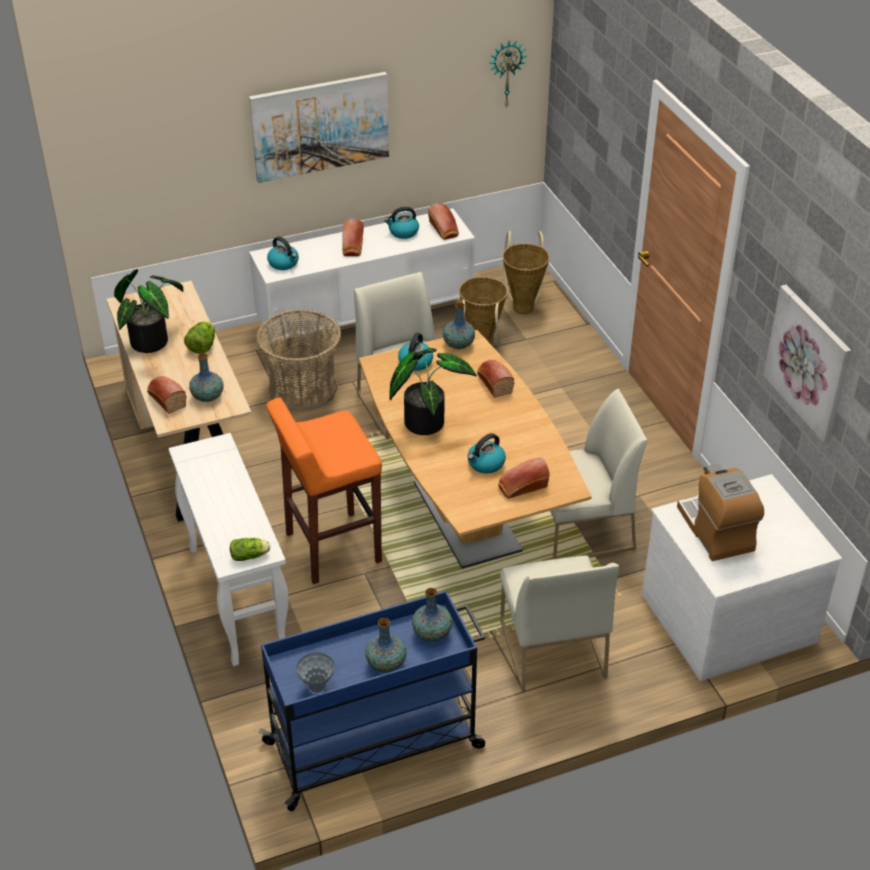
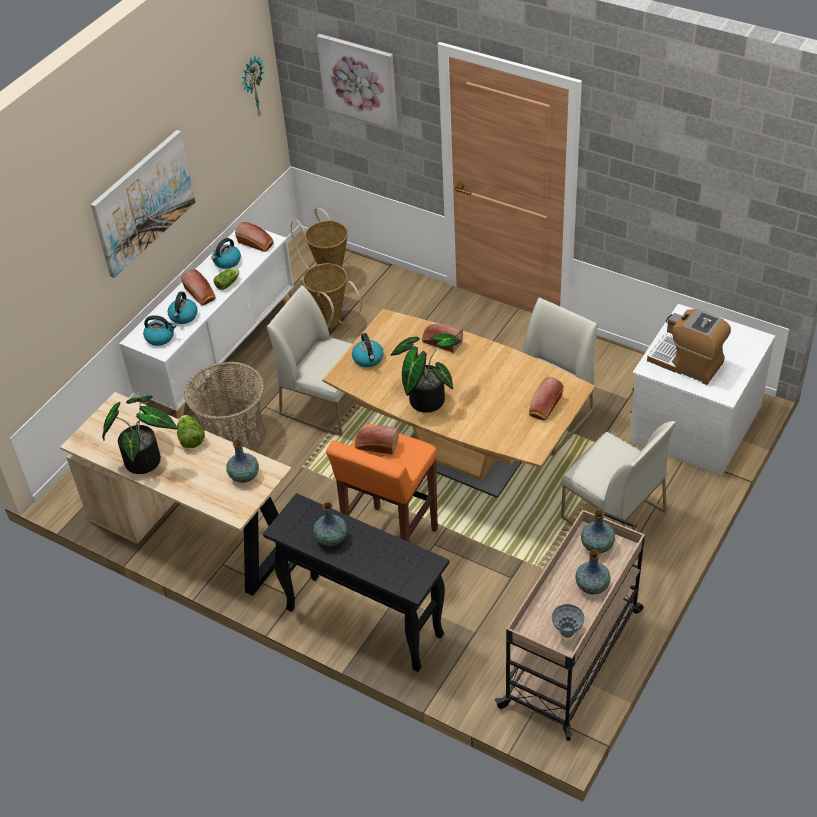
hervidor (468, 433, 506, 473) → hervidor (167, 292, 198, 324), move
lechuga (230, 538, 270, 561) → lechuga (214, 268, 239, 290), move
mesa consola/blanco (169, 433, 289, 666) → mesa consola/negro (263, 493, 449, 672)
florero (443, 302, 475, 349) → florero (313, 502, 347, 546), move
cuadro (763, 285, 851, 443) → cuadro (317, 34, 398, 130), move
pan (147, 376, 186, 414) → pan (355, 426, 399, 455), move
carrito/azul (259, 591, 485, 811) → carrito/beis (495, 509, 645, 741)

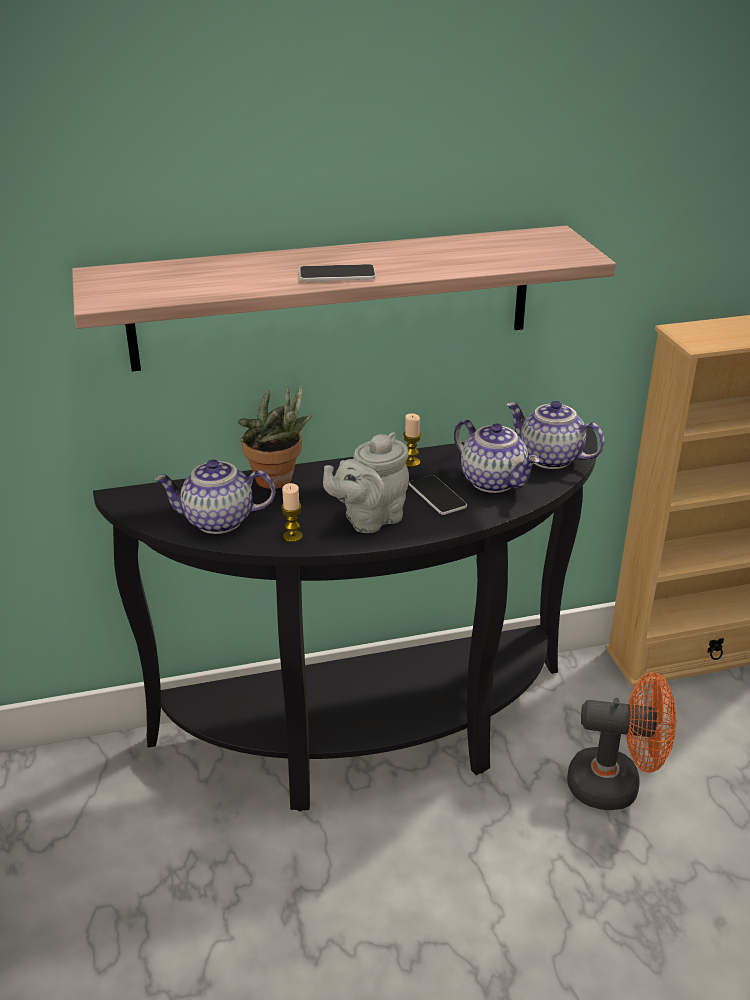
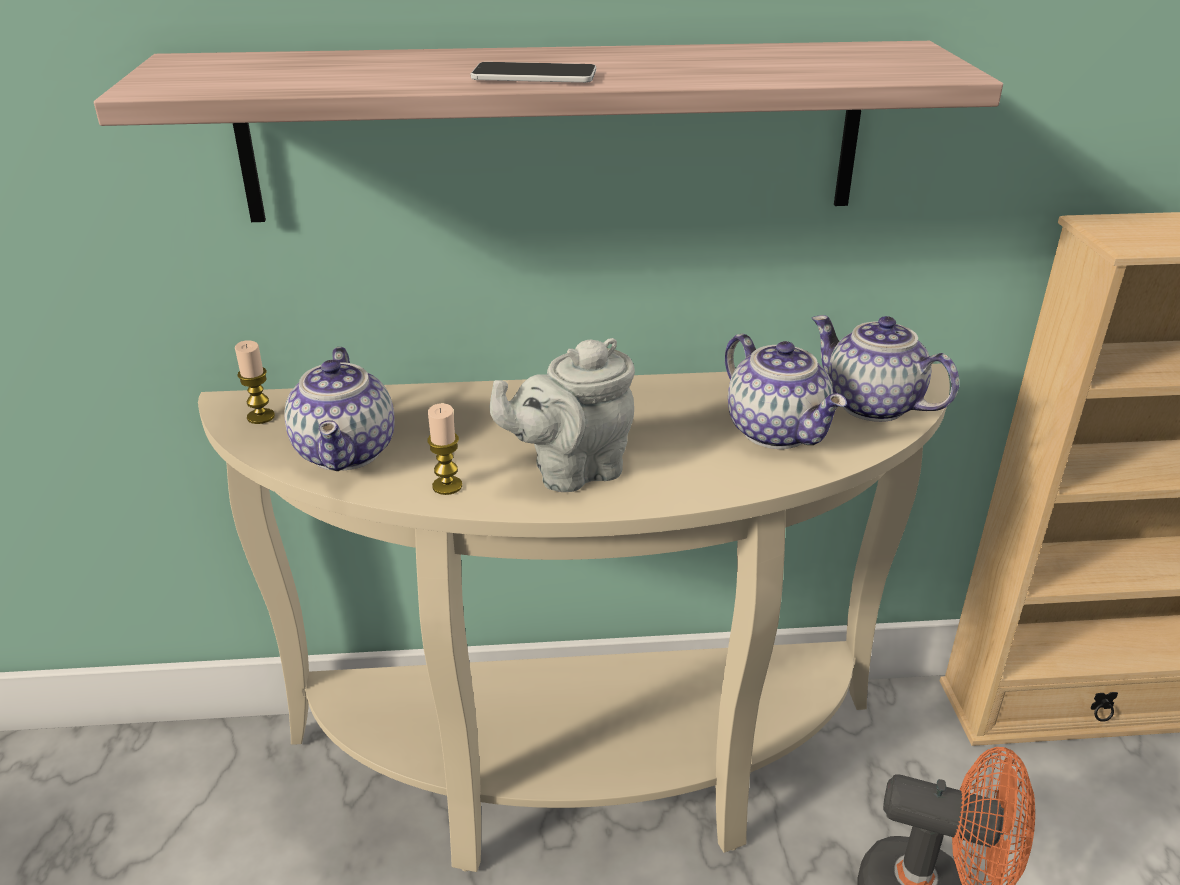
mesa consola/negro (93, 428, 598, 811) → mesa consola/beis (198, 363, 950, 872)
vela (403, 413, 421, 467) → vela (235, 340, 275, 424), move
tetera (154, 459, 275, 534) → tetera (284, 347, 394, 471), 105 degrees counterclockwise
planta en maceta (238, 385, 313, 489) → -
móvil (409, 475, 467, 515) → -

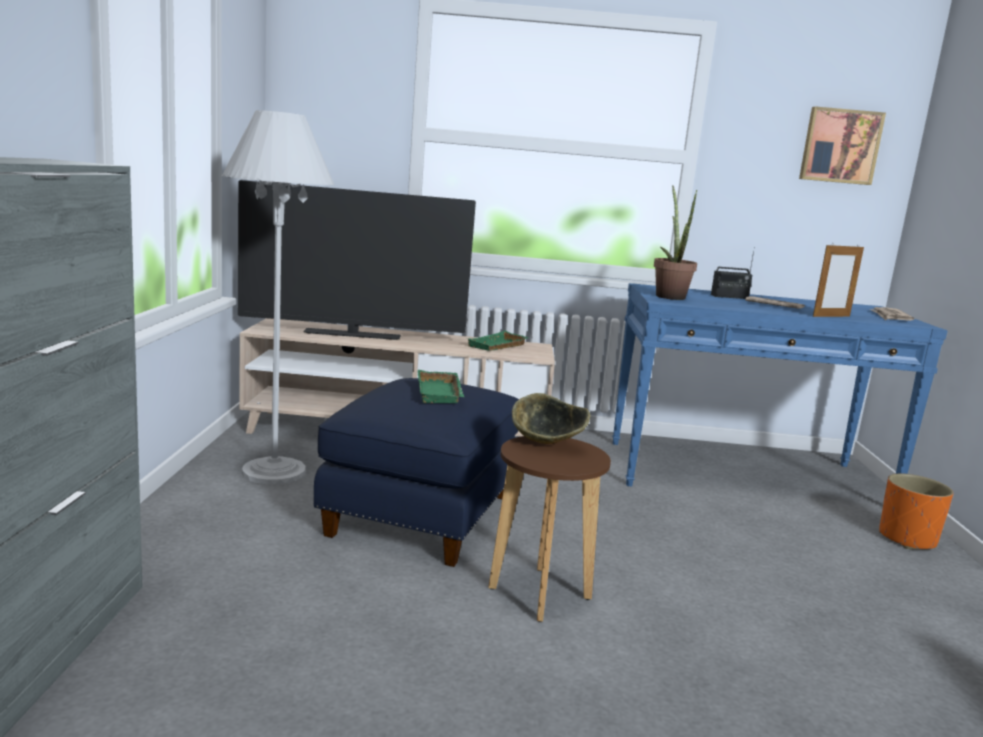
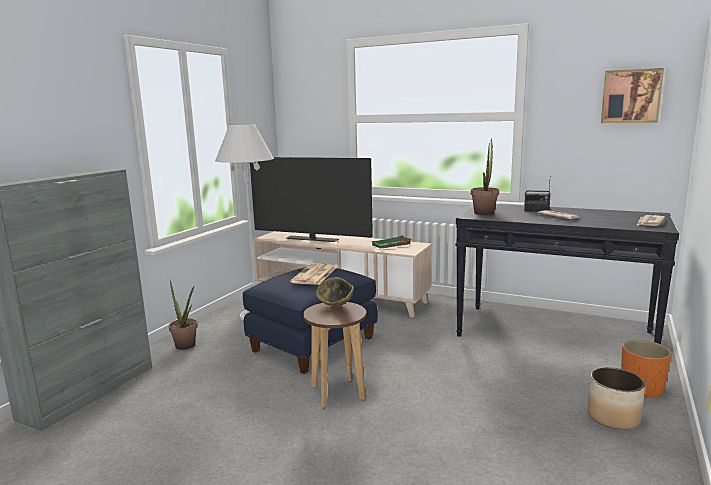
- → planta en maceta (169, 281, 199, 350)
bandeja/verde (418, 370, 464, 403) → periódico (290, 263, 336, 285)
mesa consola/azul (612, 283, 948, 486) → mesa consola/negro (456, 204, 679, 344)
- → maceta (587, 367, 645, 429)
portarretratos (813, 243, 864, 317) → -

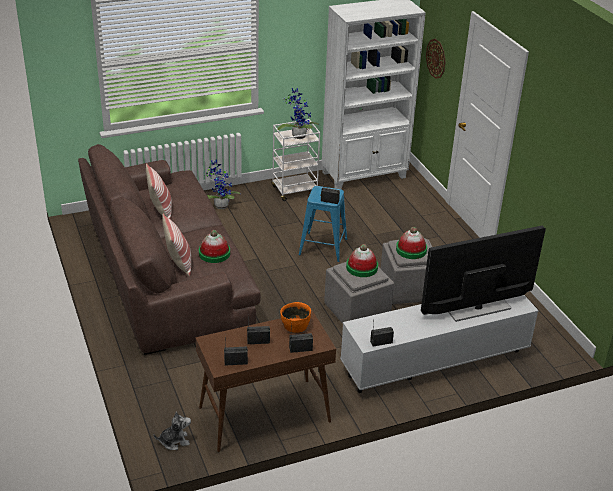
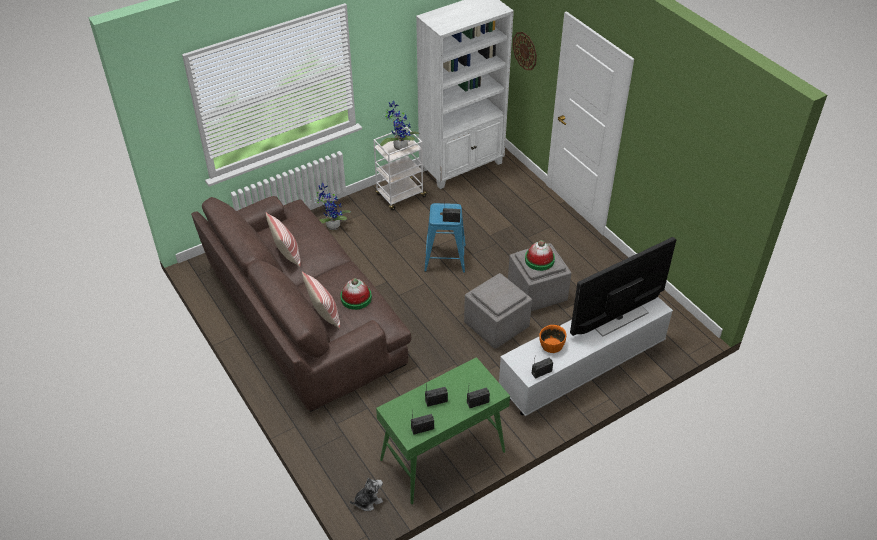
mesa consola/marrón (195, 311, 336, 452) → mesa consola/verde (376, 357, 510, 504)
cuenco/naranja (280, 302, 311, 333) → cuenco/naranja (539, 325, 567, 353), move
sombrero (346, 244, 378, 277) → -

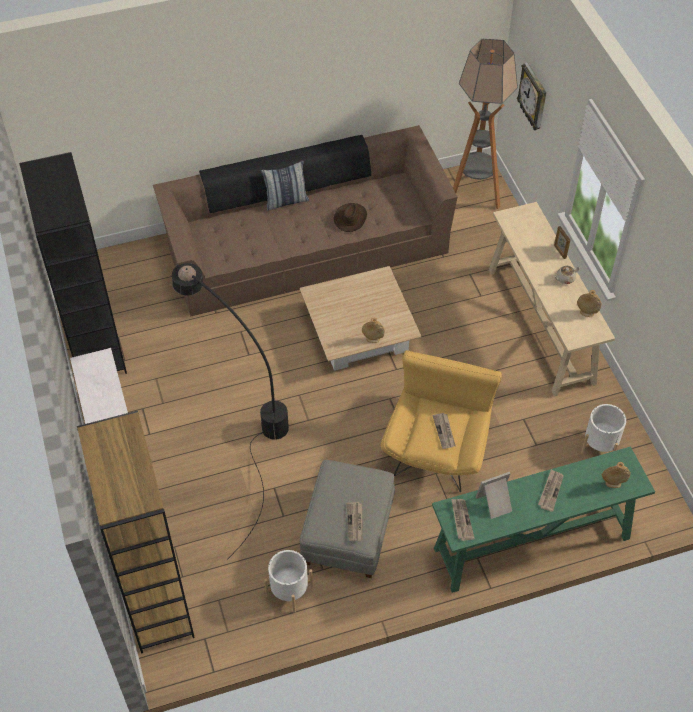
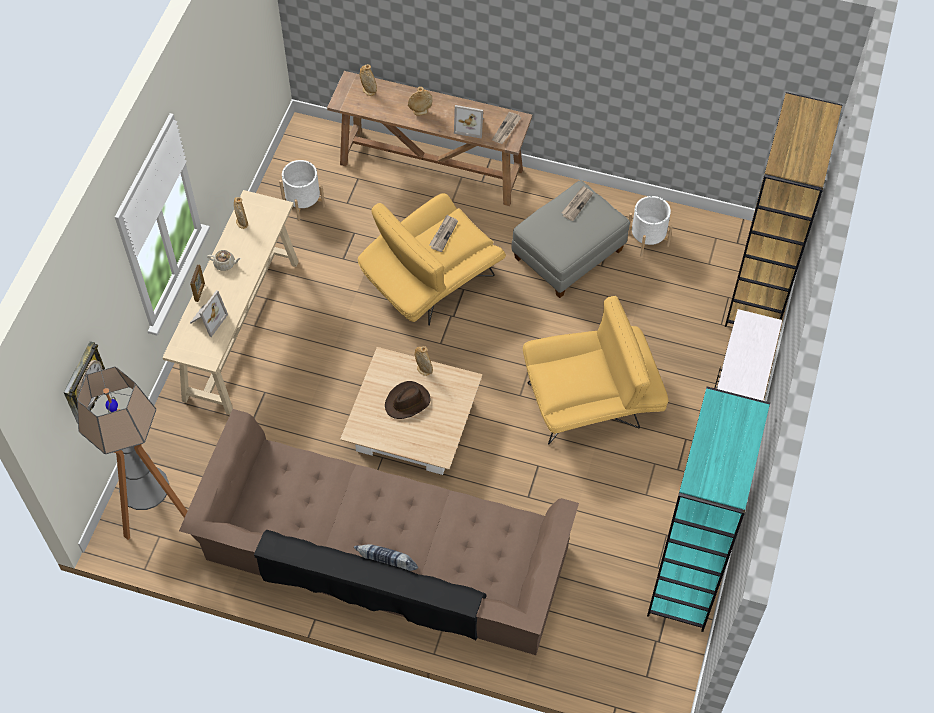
- → portarretratos (190, 290, 228, 337)
mesa consola/verde (432, 446, 655, 593) → mesa consola/marrón (327, 71, 532, 206)
sombrero/marrón (334, 203, 367, 232) → sombrero/marrón (385, 381, 430, 419), move
periódico (538, 469, 564, 512) → florero/beis (408, 87, 433, 116)
lámpara de pie/negro (172, 263, 289, 560) → sillón/amarillo (523, 296, 668, 444)
estantería/negro (19, 152, 127, 374) → estantería/turquesa (647, 387, 770, 632)

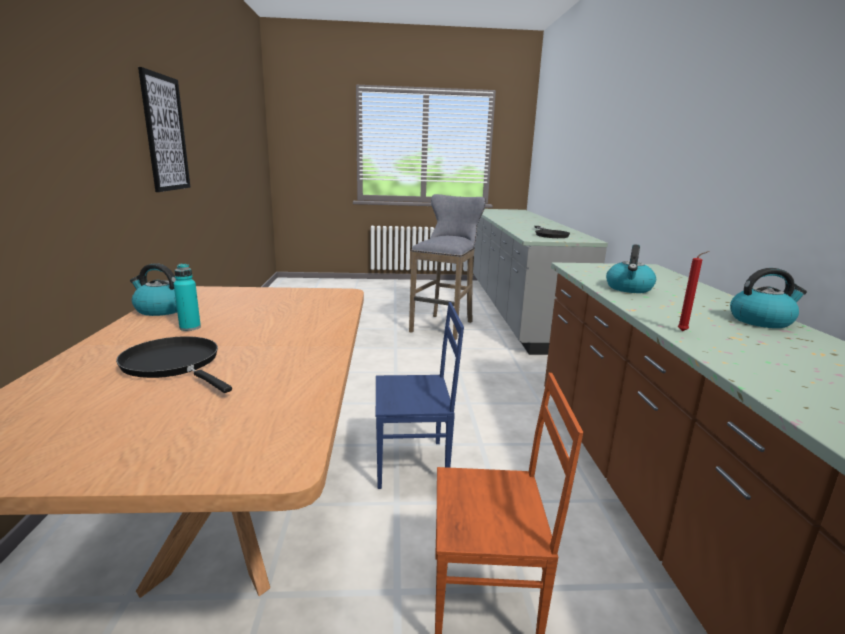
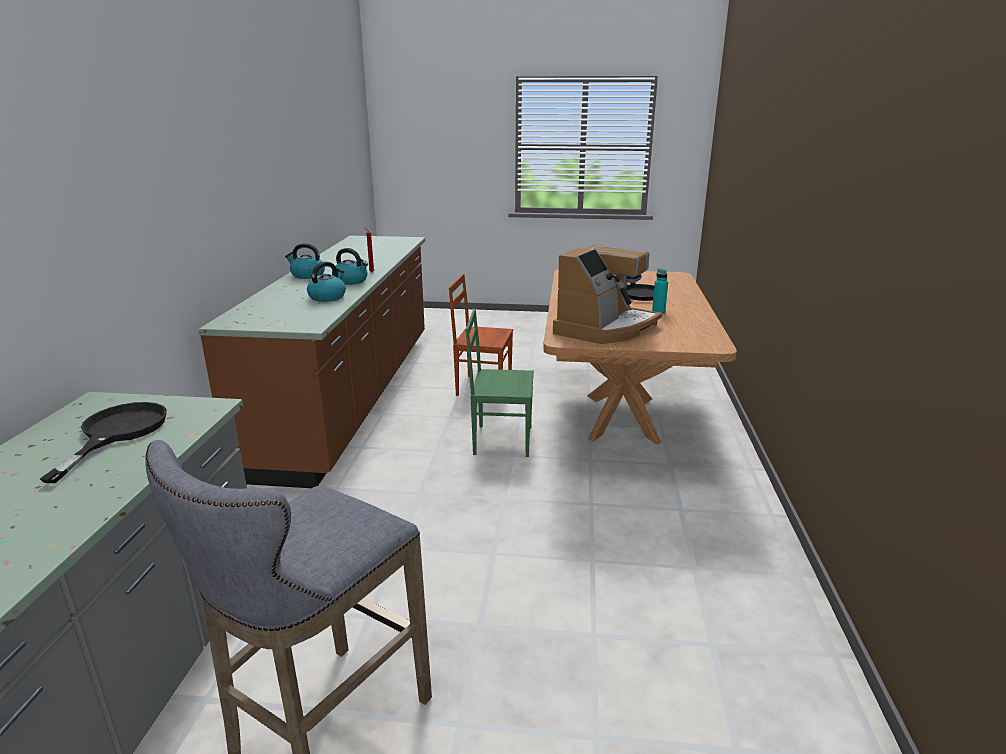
hervidor (130, 263, 177, 316) → hervidor (332, 248, 368, 285), move
silla/azul (376, 302, 464, 489) → silla/verde (466, 309, 534, 457)
- → cafetera (553, 244, 662, 344)
cuadro (138, 67, 190, 192) → -

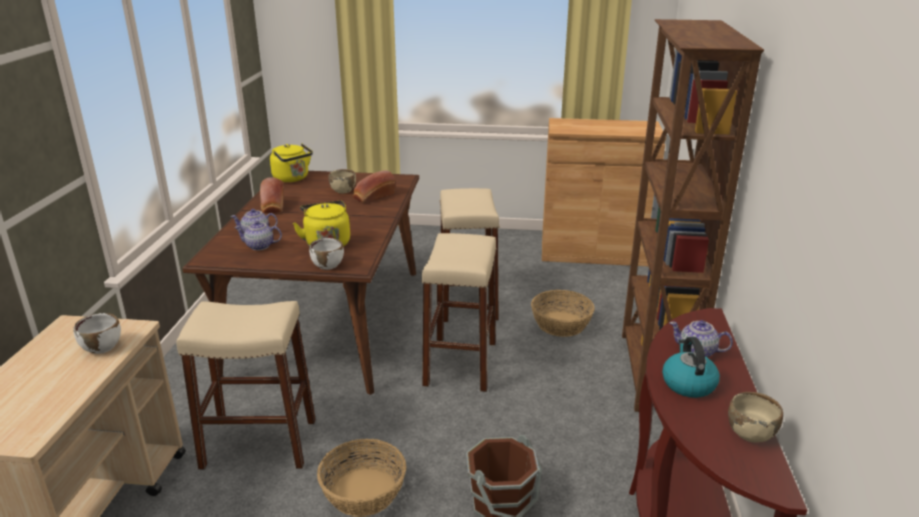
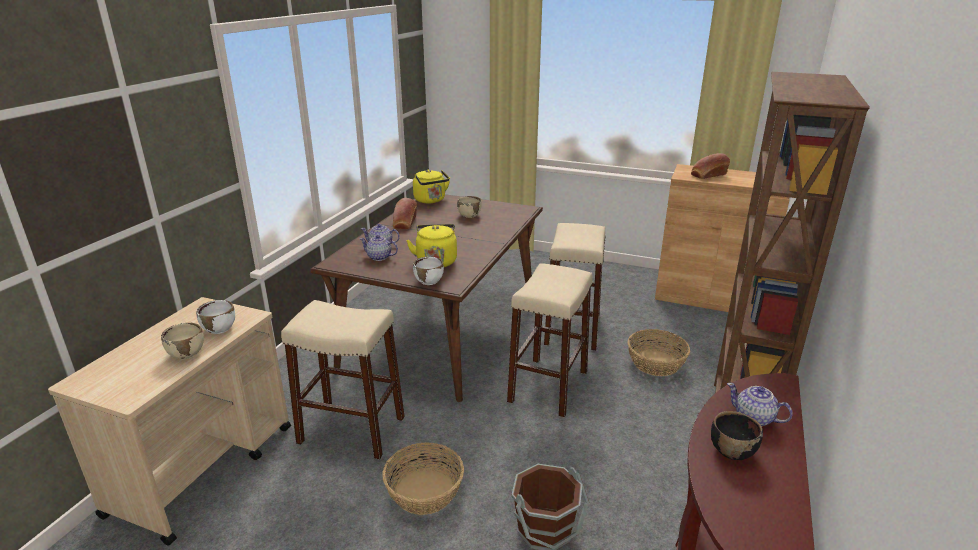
cuenco/beis (728, 392, 783, 443) → cuenco/beis (161, 323, 204, 359), move
pan (353, 170, 395, 203) → pan (691, 153, 730, 179), move
hervidor (662, 337, 720, 398) → cuenco/negro (711, 411, 763, 460)

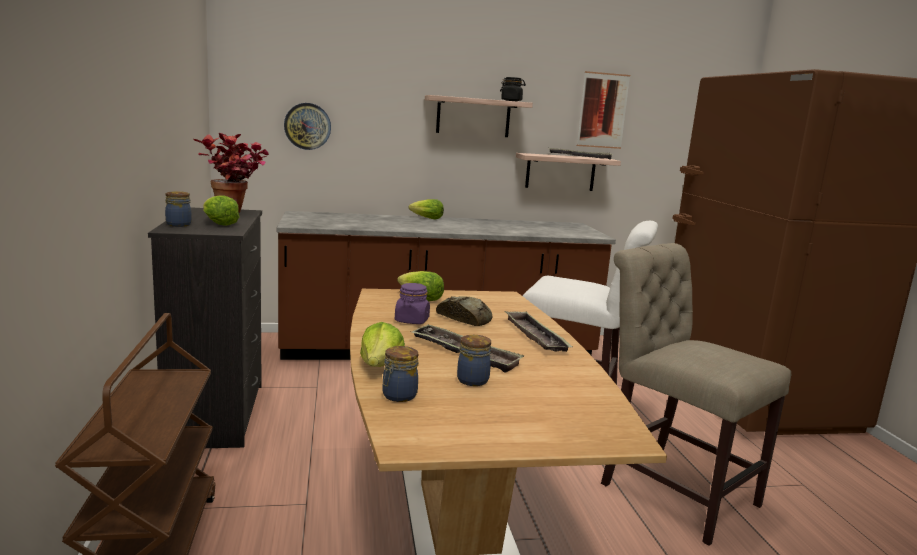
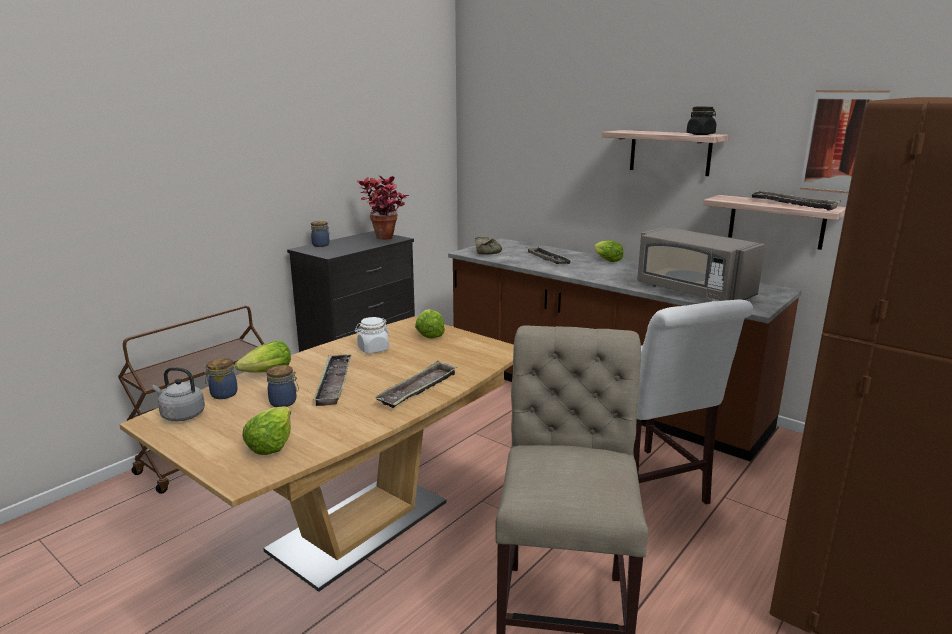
- → hervidor/gris (152, 367, 205, 421)
lechuga (203, 195, 239, 226) → lechuga (242, 406, 291, 455), move
tarro/morado (395, 283, 430, 324) → tarro/blanco (355, 317, 390, 354)
pan (436, 296, 492, 326) → pan (475, 237, 502, 255), move
- → bandeja (525, 246, 572, 264)
- → microondas/gris (637, 227, 765, 301)
reloj de pared (284, 103, 331, 150) → -

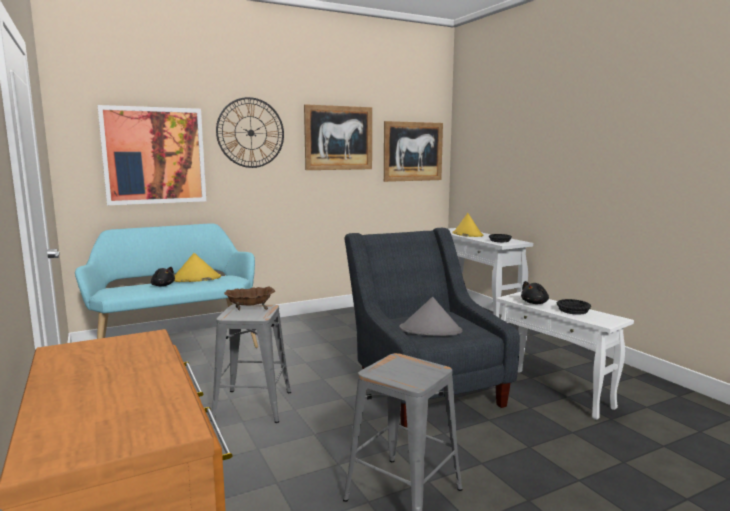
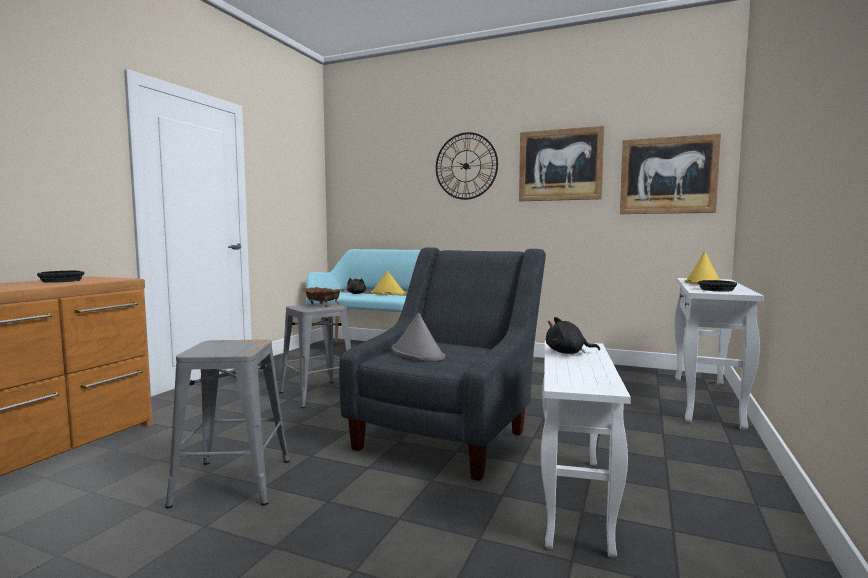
cuenco/negro (557, 299, 591, 314) → cuenco/negro (37, 271, 84, 283), move
cuadro (97, 105, 206, 205) → -

